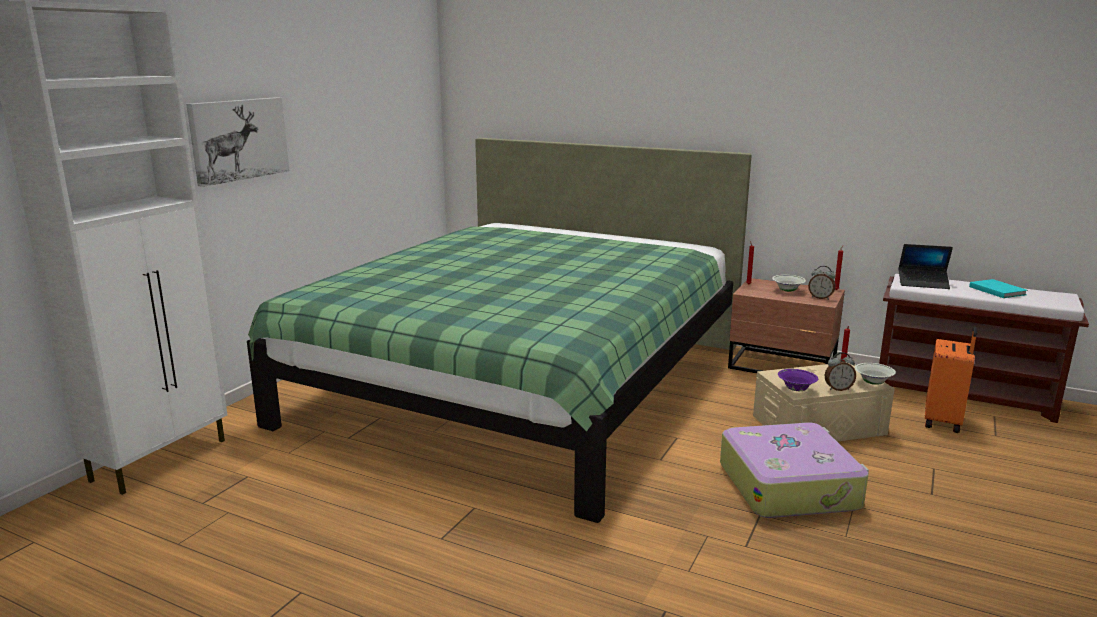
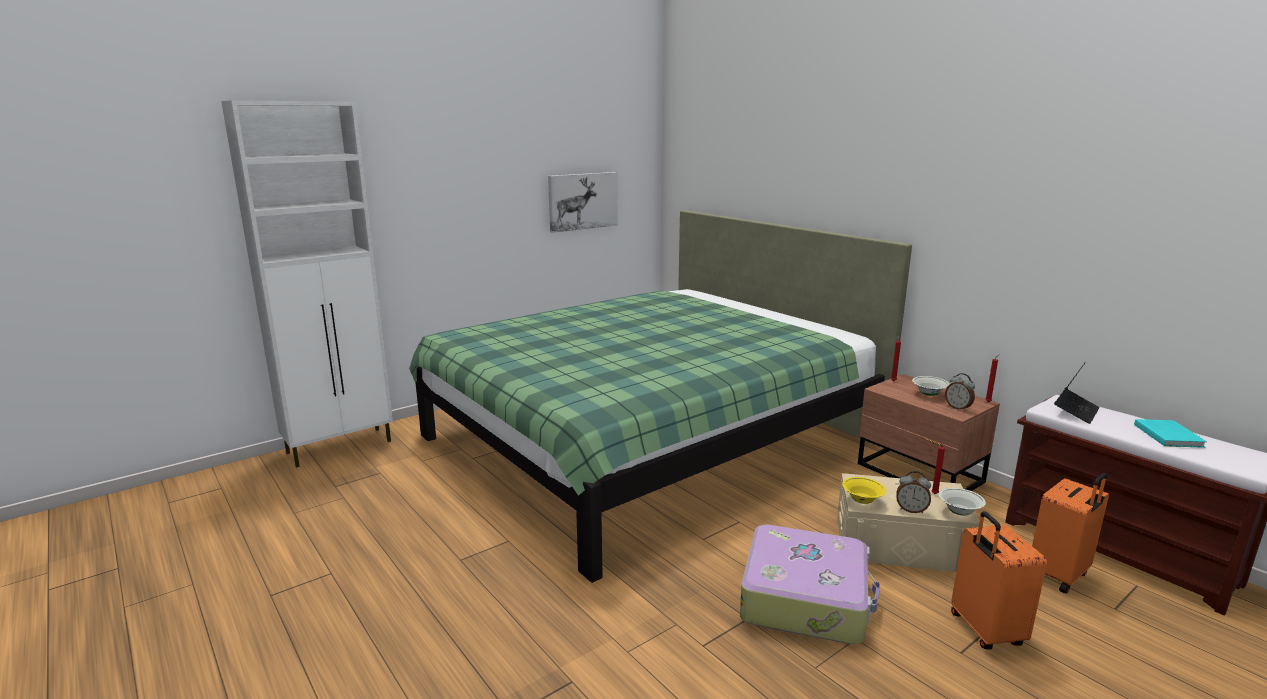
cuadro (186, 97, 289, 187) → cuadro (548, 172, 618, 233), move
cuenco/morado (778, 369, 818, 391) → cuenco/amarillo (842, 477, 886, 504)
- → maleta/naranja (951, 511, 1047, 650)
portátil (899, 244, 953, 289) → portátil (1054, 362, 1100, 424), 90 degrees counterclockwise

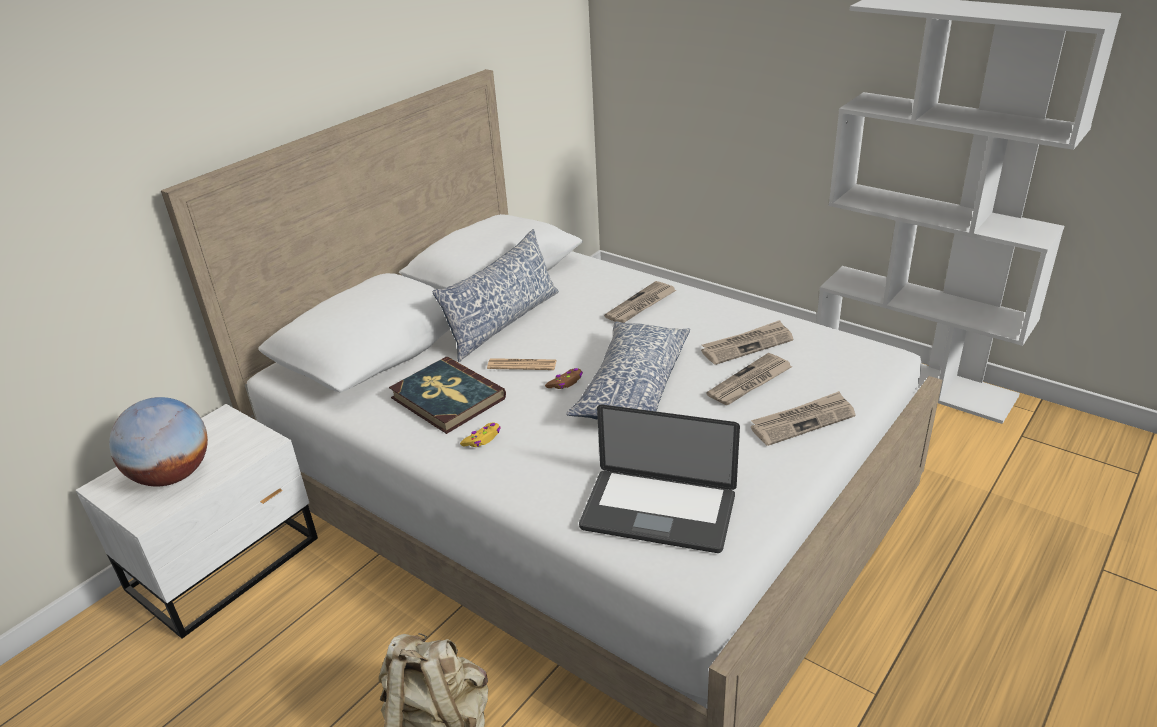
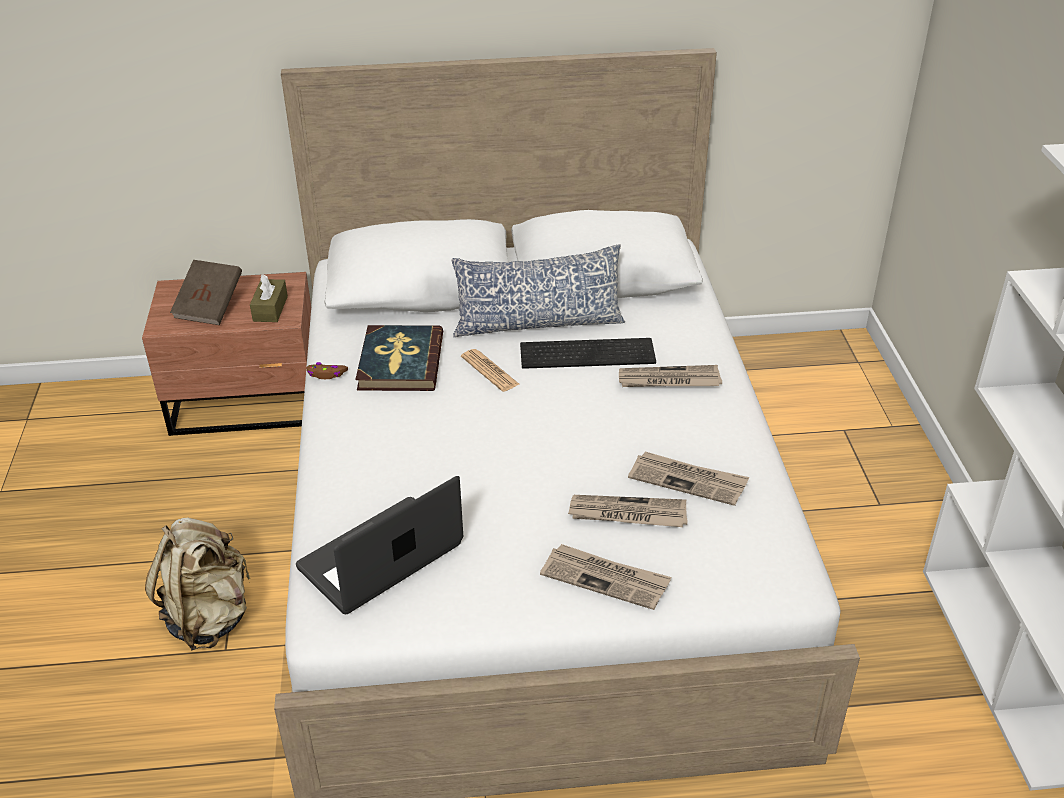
mesita de noche/blanco (76, 404, 318, 639) → mesita de noche/marrón (142, 272, 311, 436)
globo terráqueo (109, 397, 208, 486) → libro/marrón (170, 260, 242, 325)
- → caja de pañuelos/marrón (250, 274, 288, 322)
portátil (579, 405, 740, 553) → portátil (296, 476, 463, 614), 75 degrees clockwise
mando de consola/marrón (545, 368, 583, 389) → mando de consola/marrón (307, 362, 348, 379), move
- → teclado (520, 338, 656, 369)
mando de consola/amarillo (460, 422, 501, 447) → -
cojín (566, 321, 690, 420) → -

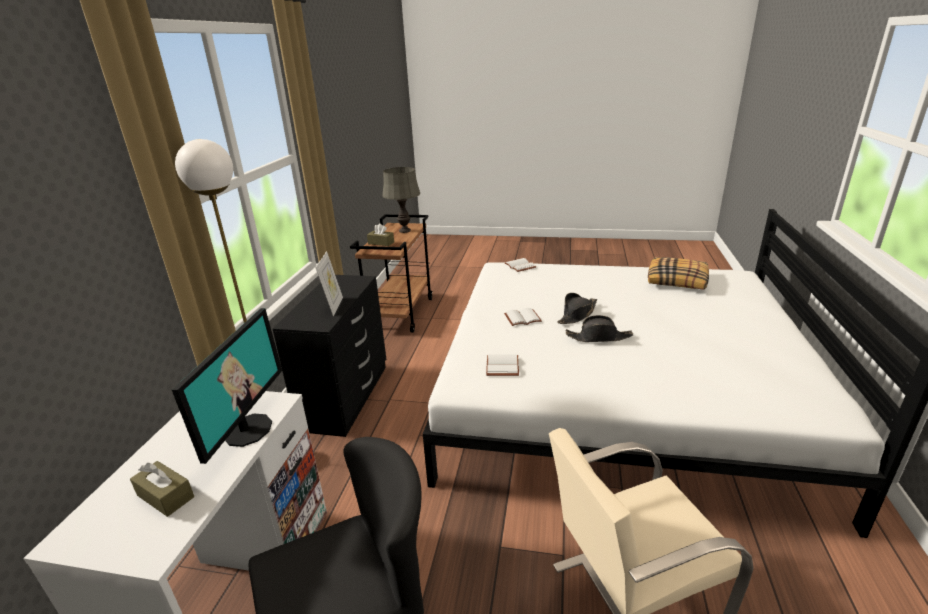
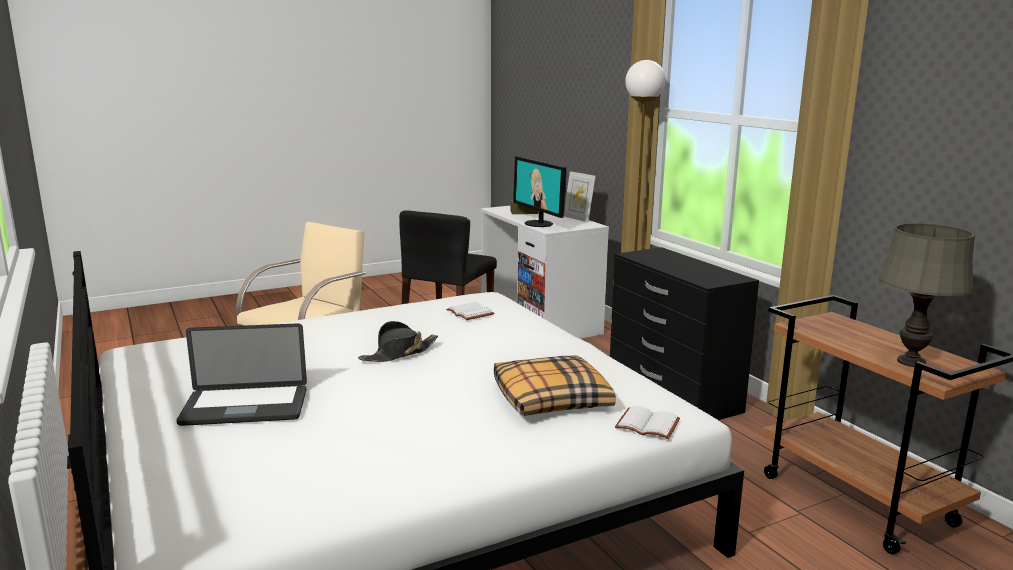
- → portátil (176, 323, 307, 426)
cojín (648, 257, 709, 290) → cojín (494, 355, 616, 416), move
portarretratos (315, 251, 343, 316) → portarretratos (564, 171, 596, 222), move
caja de pañuelos/marrón (367, 224, 394, 246) → -
libro/blanco (504, 308, 542, 326) → -
sombrero/negro (557, 293, 597, 324) → -

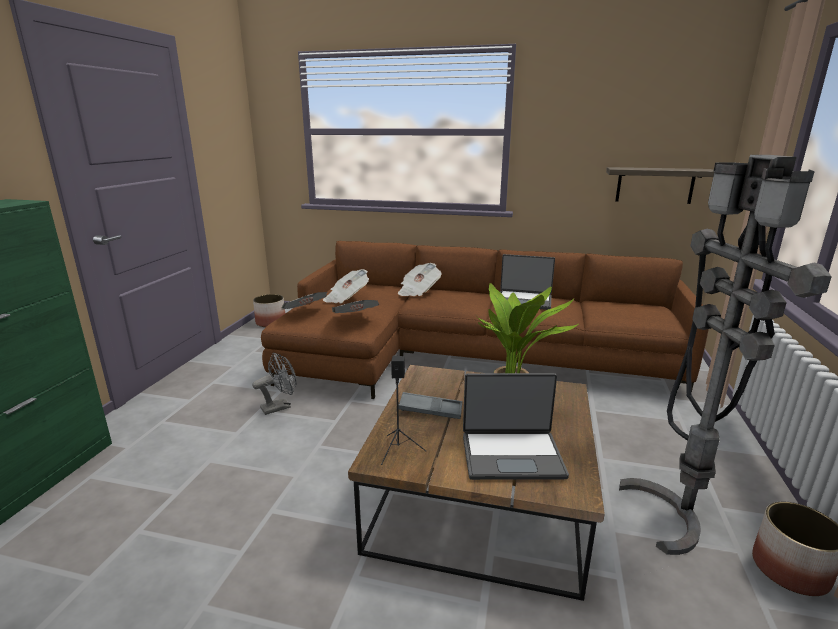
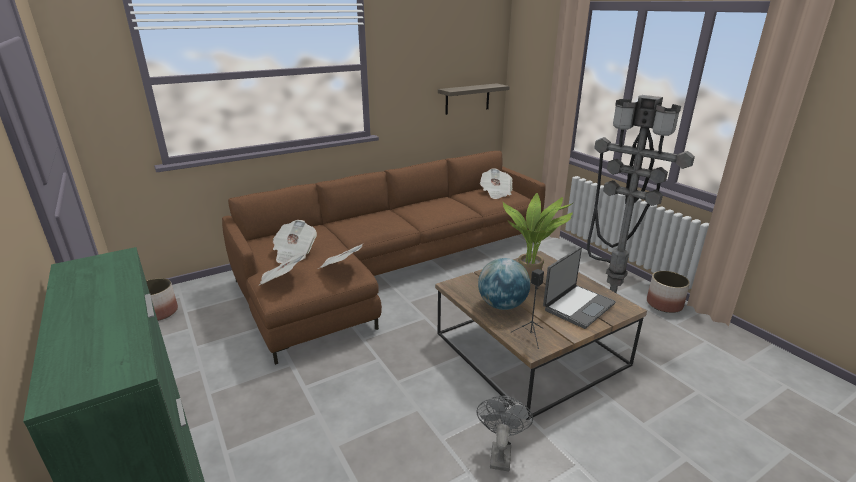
ventilador/gris (252, 353, 296, 415) → ventilador/gris (476, 396, 533, 472), move
bandeja/gris (398, 392, 462, 419) → globo terráqueo (478, 258, 530, 310)
periódico (398, 263, 441, 296) → periódico (480, 168, 512, 199), move
portátil (500, 254, 555, 310) → -

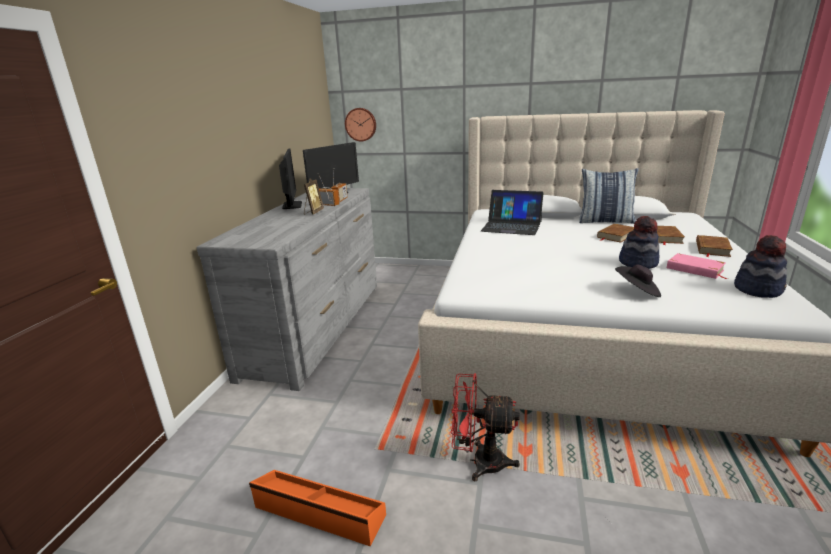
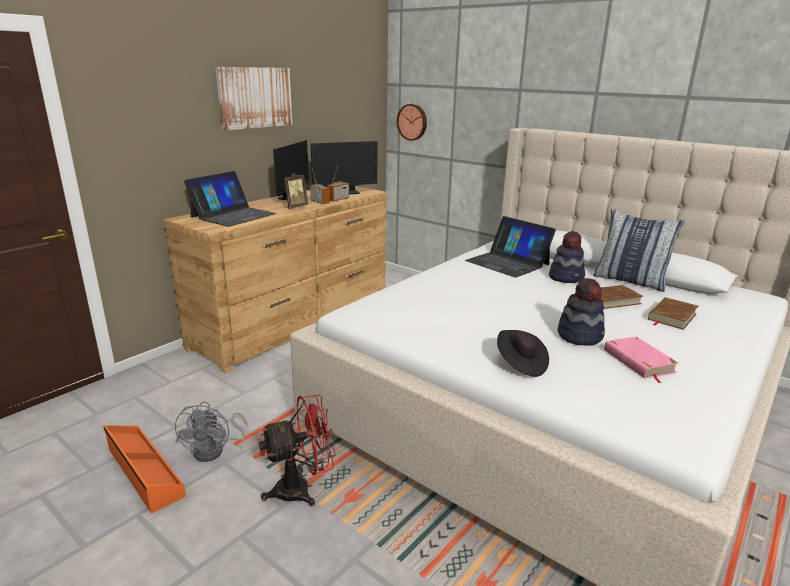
cómoda/gris (197, 188, 377, 391) → cómoda/marrón (164, 186, 387, 374)
- → ventilador/gris (175, 401, 248, 462)
- → portátil (184, 171, 276, 227)
- → cuadro (215, 67, 293, 131)
ventilador/rojo (451, 373, 520, 481) → ventilador/rojo (259, 395, 336, 506), 120 degrees clockwise
sombrero (734, 235, 787, 298) → sombrero (549, 231, 585, 283), move
libro/marrón (696, 235, 733, 257) → -

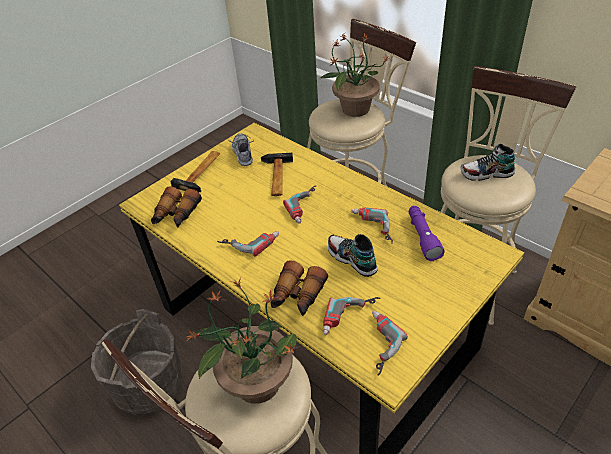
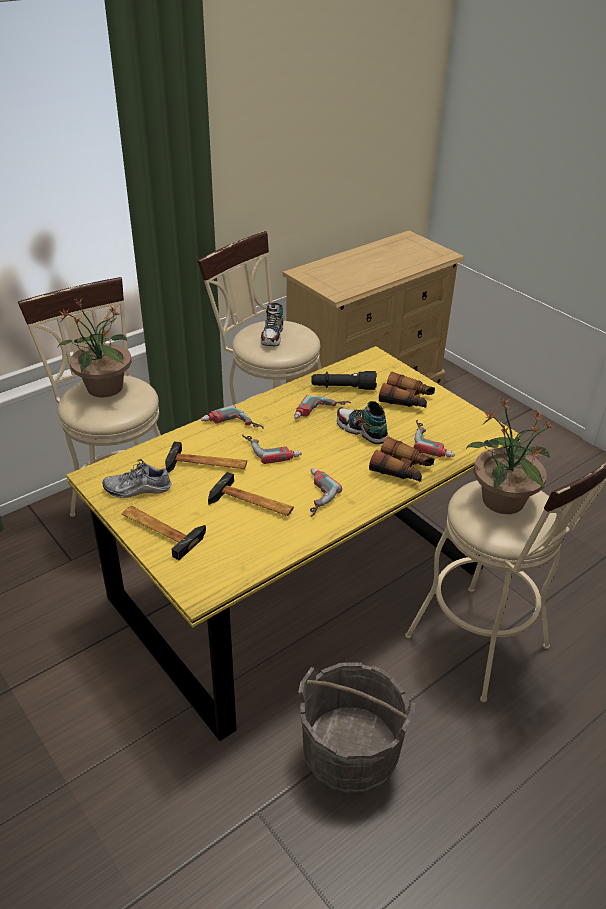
taladro (372, 311, 408, 376) → taladro (201, 405, 264, 429), move
- → martillo (208, 472, 294, 516)
linterna/morado (409, 206, 445, 261) → linterna/negro (311, 371, 377, 390)
zapato (328, 234, 378, 277) → zapato (337, 401, 388, 444), 75 degrees clockwise
prismáticos (151, 186, 202, 227) → prismáticos (379, 372, 435, 408), move

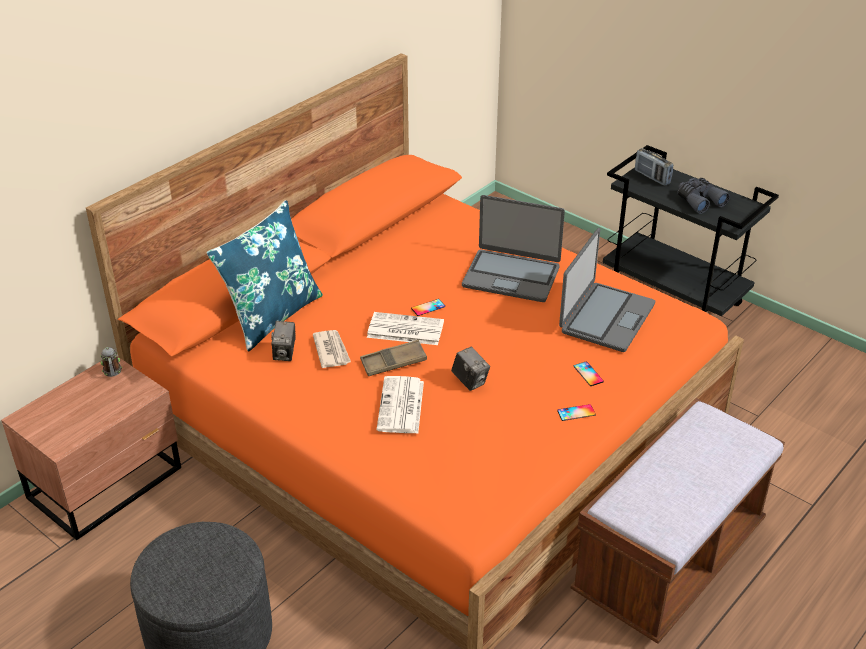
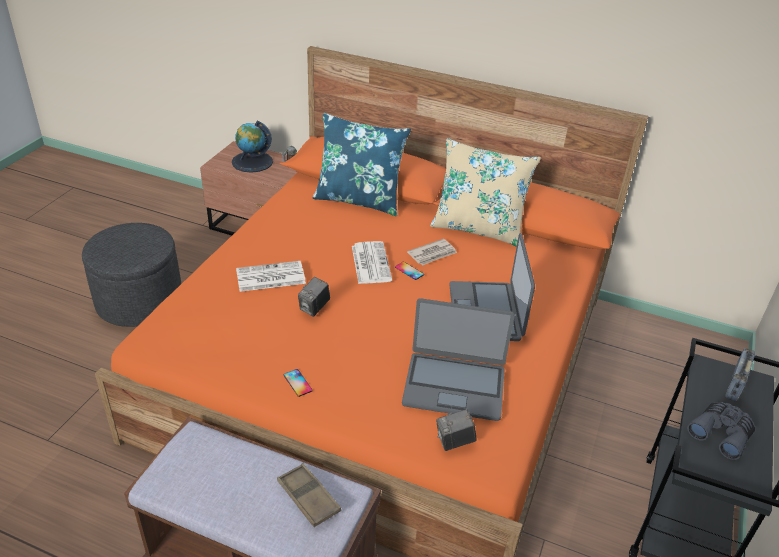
- → globo terráqueo (232, 121, 273, 173)
bandeja/marrón (360, 340, 427, 376) → bandeja/marrón (277, 463, 341, 527), move
periódico (313, 330, 351, 368) → periódico (407, 239, 457, 266), move
- → cojín/beis (430, 138, 541, 247)
cámara (271, 321, 296, 361) → cámara (436, 409, 476, 451), move
móvil (573, 362, 604, 386) → -

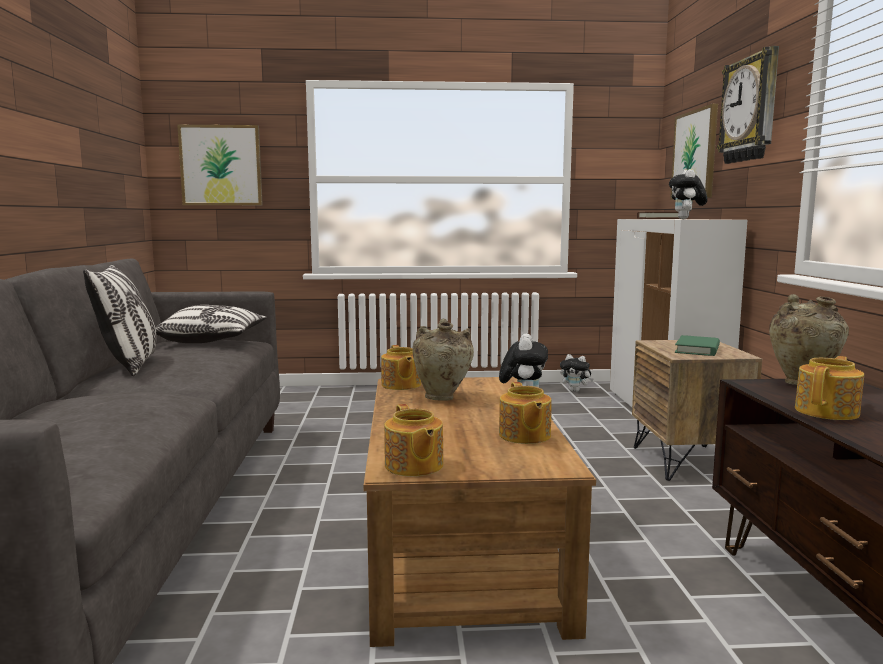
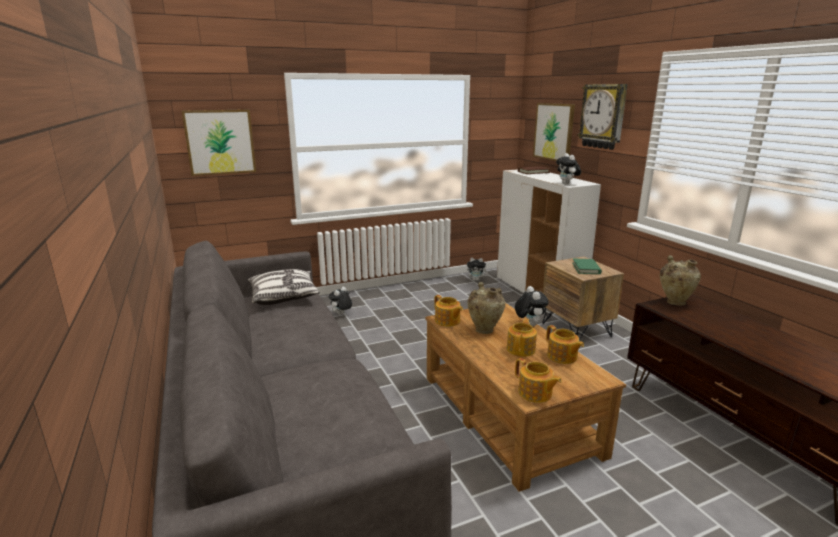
- → peluche (329, 287, 352, 315)
tetera (795, 356, 864, 420) → tetera (507, 319, 537, 357), move
cojín (83, 264, 156, 376) → -

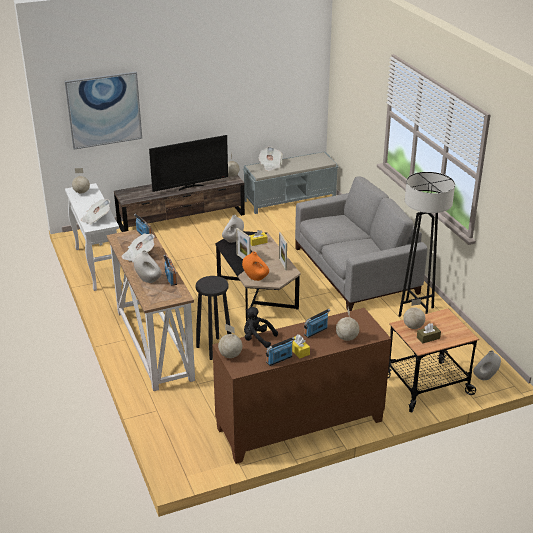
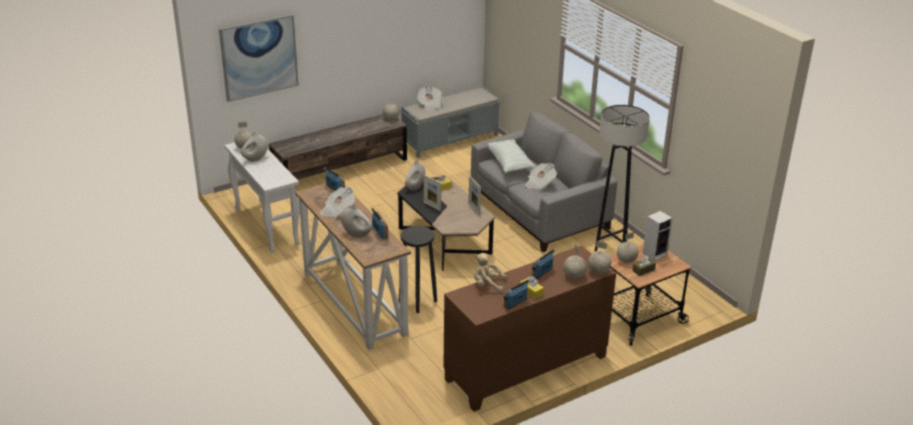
florero/blanco (473, 350, 501, 380) → florero/blanco (241, 132, 268, 162), move
peluche/negro (244, 307, 278, 348) → peluche/beis (474, 253, 507, 293)
- → cojín (488, 139, 536, 173)
periódico (81, 199, 111, 225) → periódico (525, 163, 557, 190), move
globo terráqueo (218, 324, 242, 358) → globo terráqueo (588, 241, 611, 274), move
- → altavoz (643, 211, 673, 261)
televisor (149, 135, 228, 192) → -
florero/naranja (242, 251, 269, 281) → -

